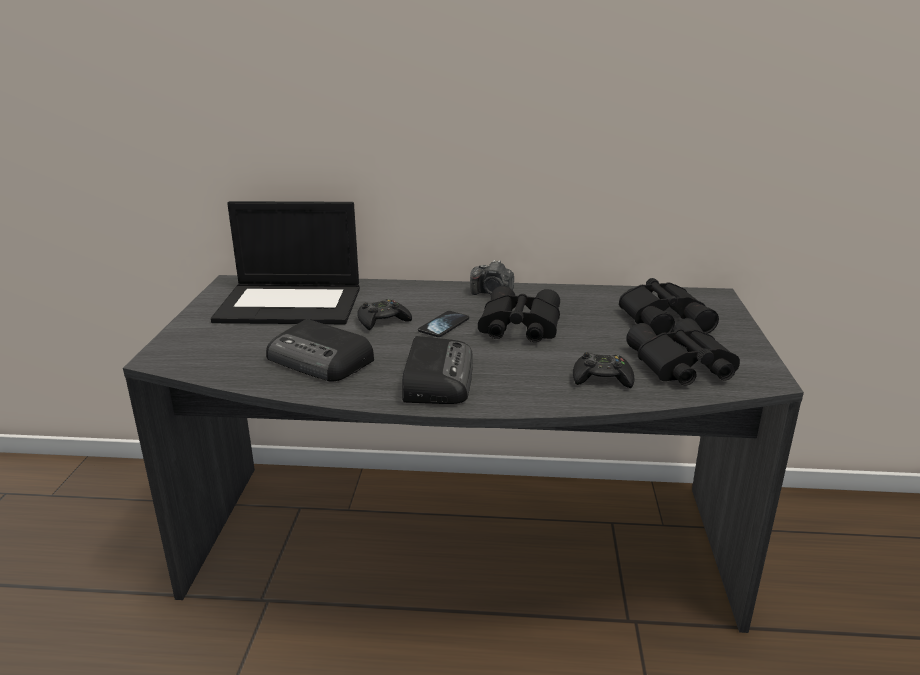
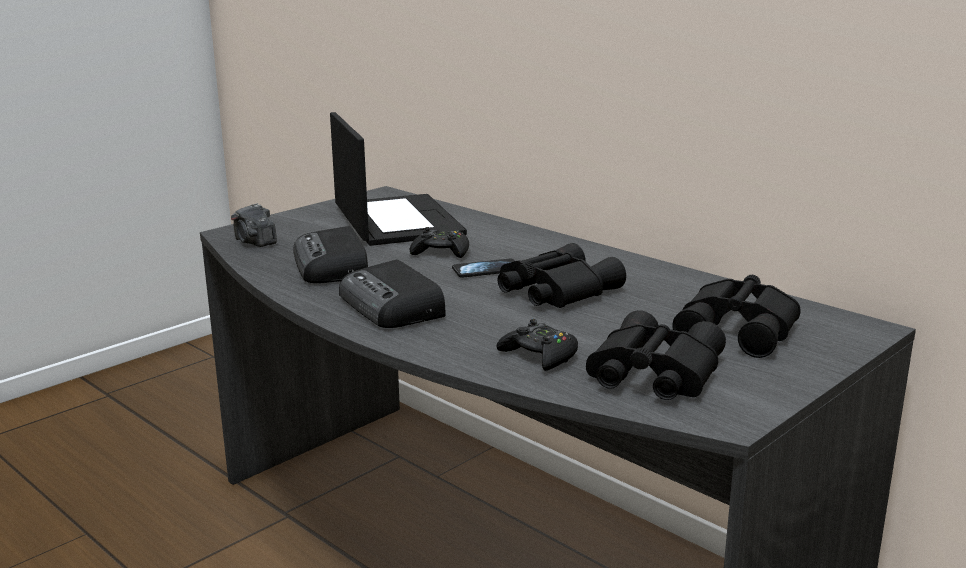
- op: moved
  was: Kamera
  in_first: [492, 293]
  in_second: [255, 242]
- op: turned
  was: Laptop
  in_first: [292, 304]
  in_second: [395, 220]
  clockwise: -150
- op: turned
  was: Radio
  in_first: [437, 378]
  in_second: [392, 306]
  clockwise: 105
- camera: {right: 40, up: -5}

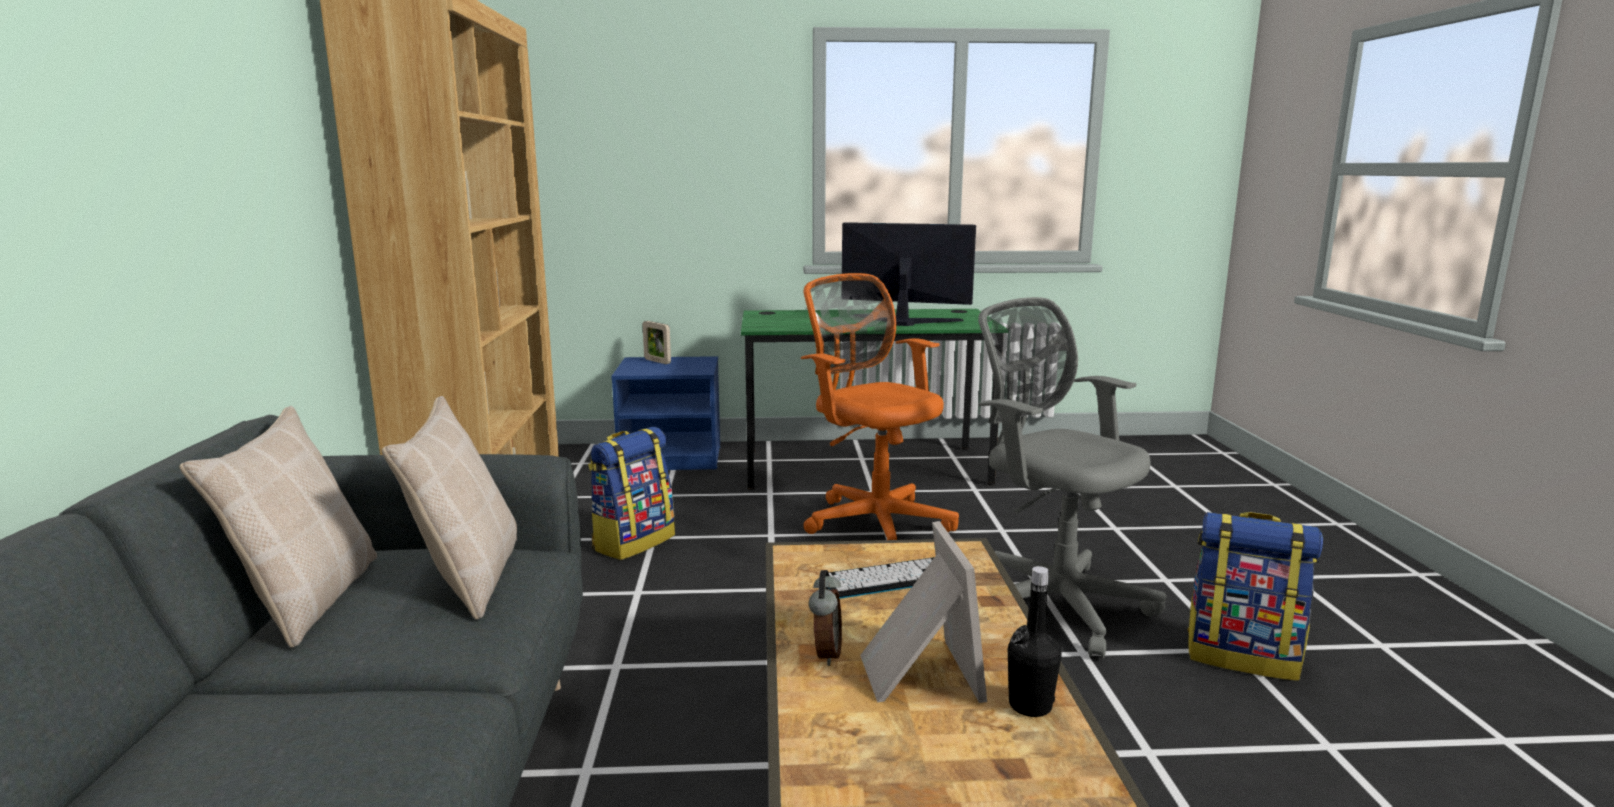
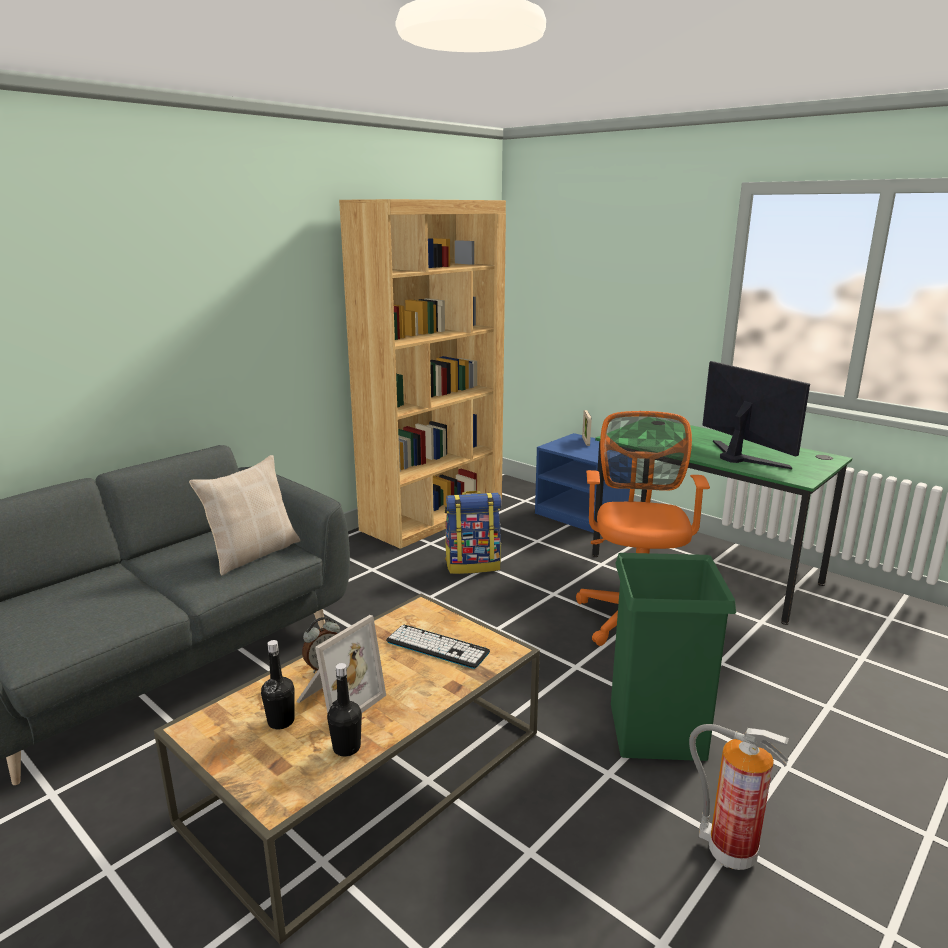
- op: removed
  was: Kissen (beige)
  in_first: [307, 600]
- op: added
  now: Flasche (schwarz)
  in_second: [281, 721]
- op: replaced
  was: Bürostuhl (grau)
  now: Mülleimer (grün)
  in_first: [1053, 601]
  in_second: [657, 730]
- op: replaced
  was: Rucksack
  now: Feuerlöscher
  in_first: [1243, 656]
  in_second: [728, 852]
- camera: {right: 45, up: 5}

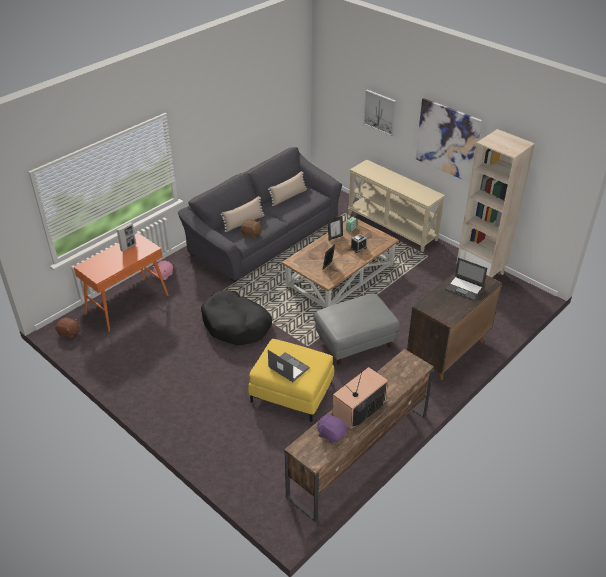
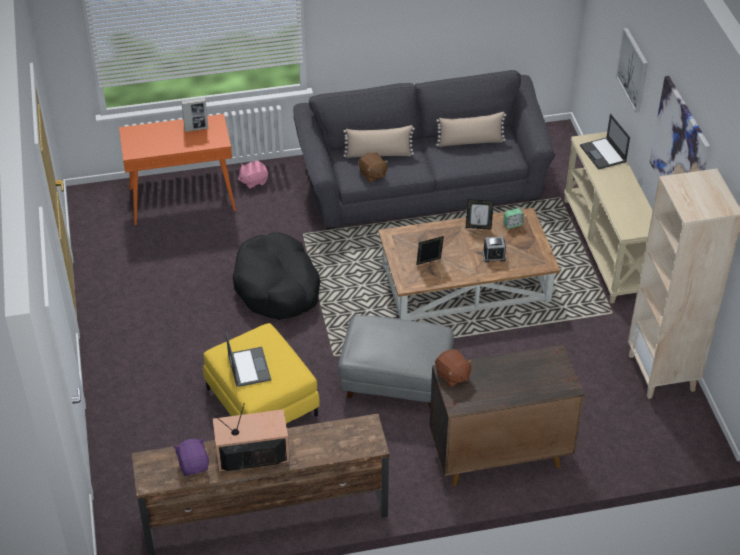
- op: moved
  was: Plüschtier (braun)
  in_first: [69, 333]
  in_second: [452, 375]
- op: moved
  was: Laptop
  in_first: [464, 288]
  in_second: [603, 154]
- camera: {right: 35, up: 5}

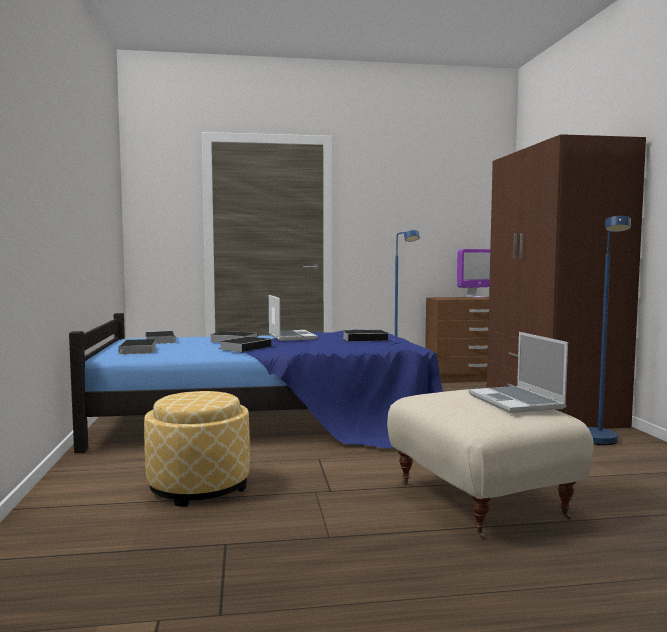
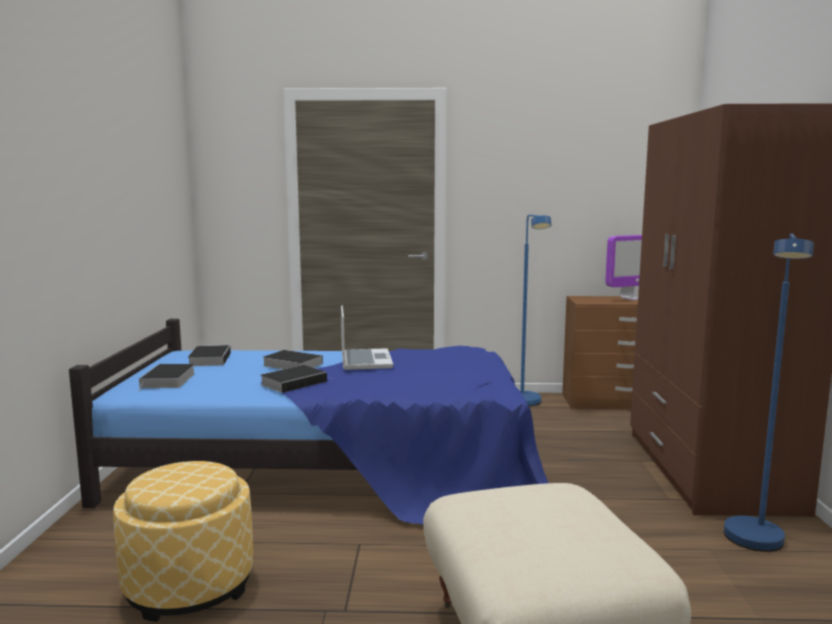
- op: removed
  was: Buch
  in_first: [366, 339]
- op: removed
  was: Laptop
  in_first: [517, 402]
- camera: {right: 10, up: 5}

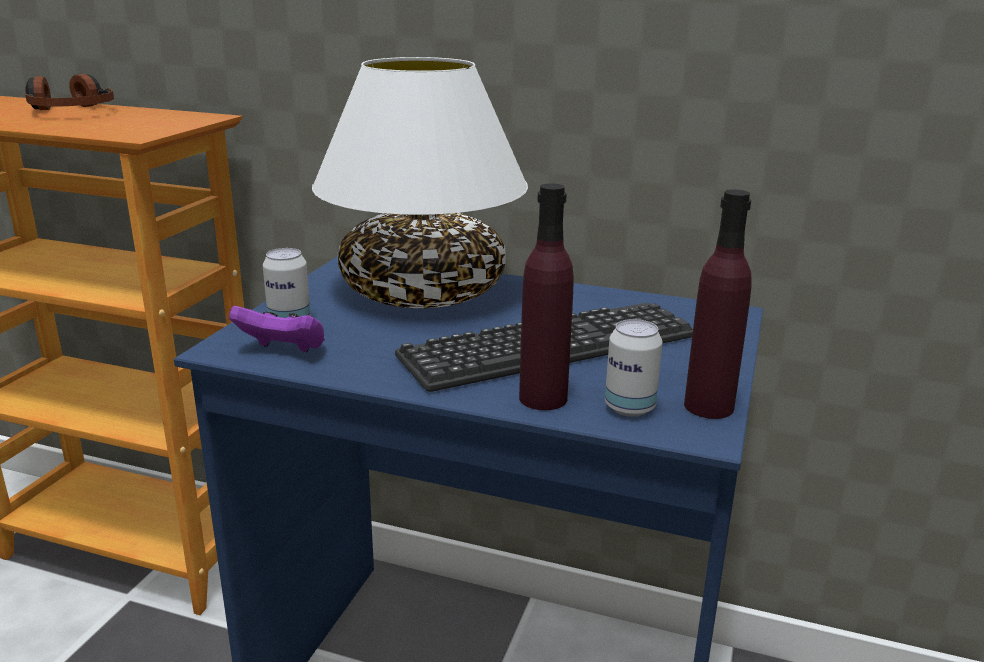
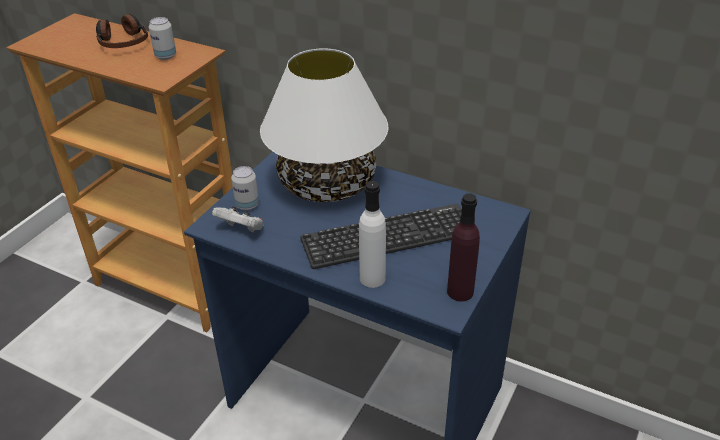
- op: moved
  was: Dose
  in_first: [629, 408]
  in_second: [165, 56]
- op: recoloured
  was: Gamepad (lila)
  now: Gamepad (weiß)
  in_first: [283, 350]
  in_second: [241, 229]
- op: recoloured
  was: Flasche (lila)
  now: Flasche (weiß)
  in_first: [543, 398]
  in_second: [372, 278]
- camera: {right: 10, up: 15}

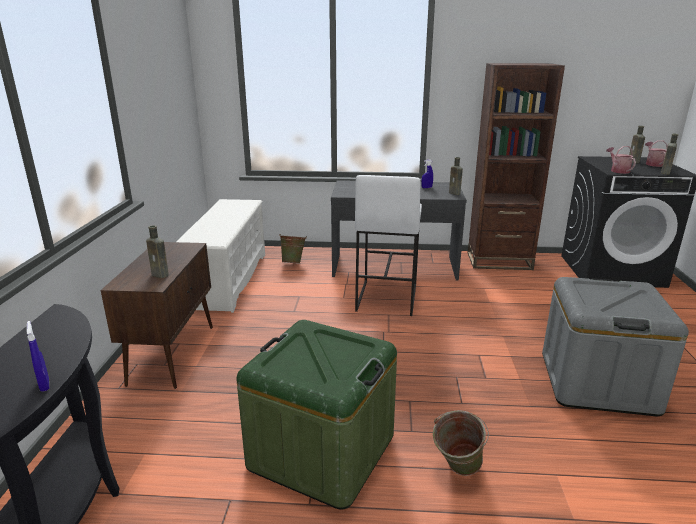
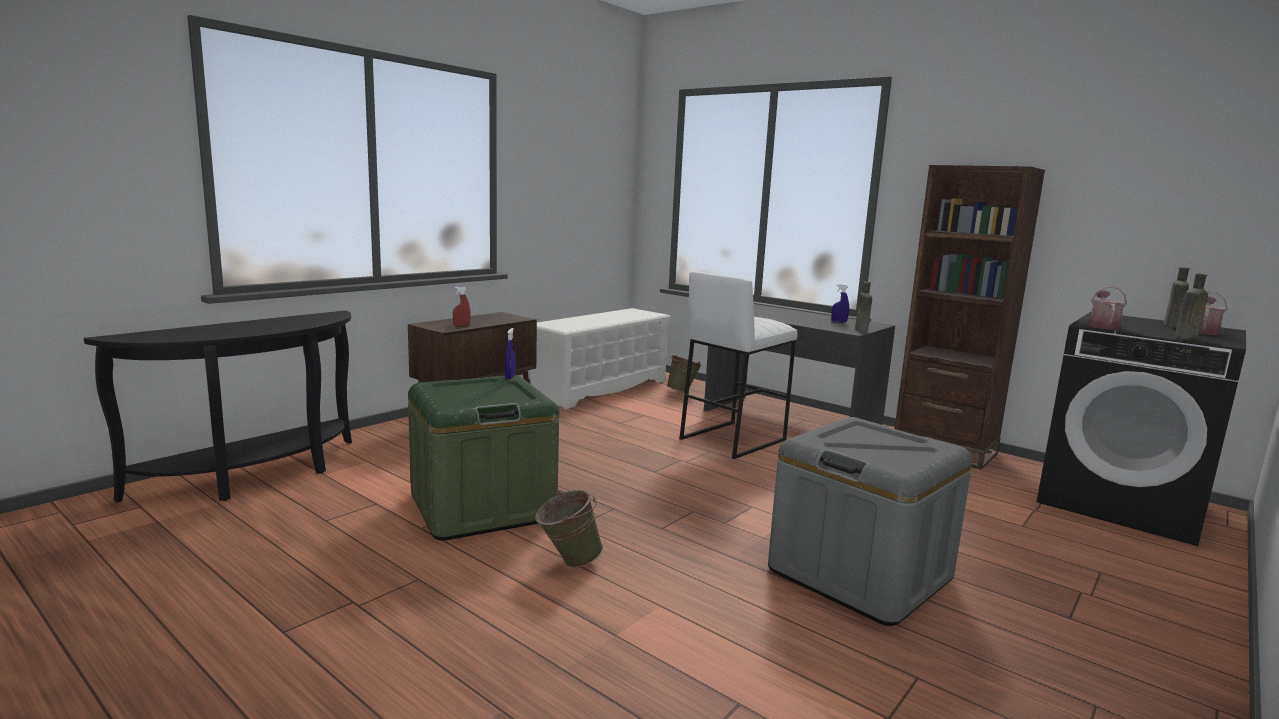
- op: moved
  was: Sprühflasche (blau)
  in_first: [44, 385]
  in_second: [510, 377]
- op: replaced
  was: Flasche (braun)
  now: Sprühflasche (rot)
  in_first: [161, 275]
  in_second: [461, 326]
- camera: {right: 35, up: -10}

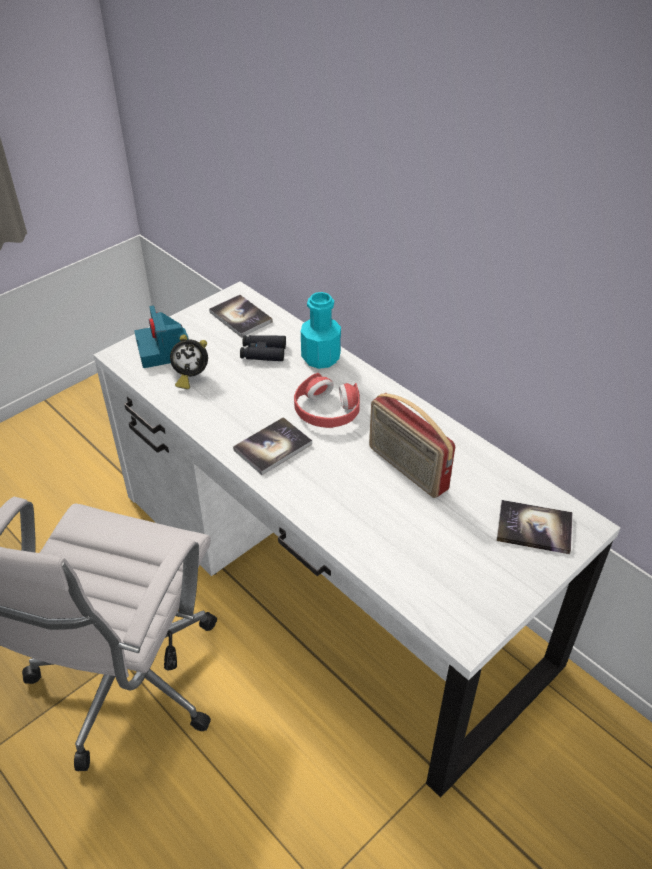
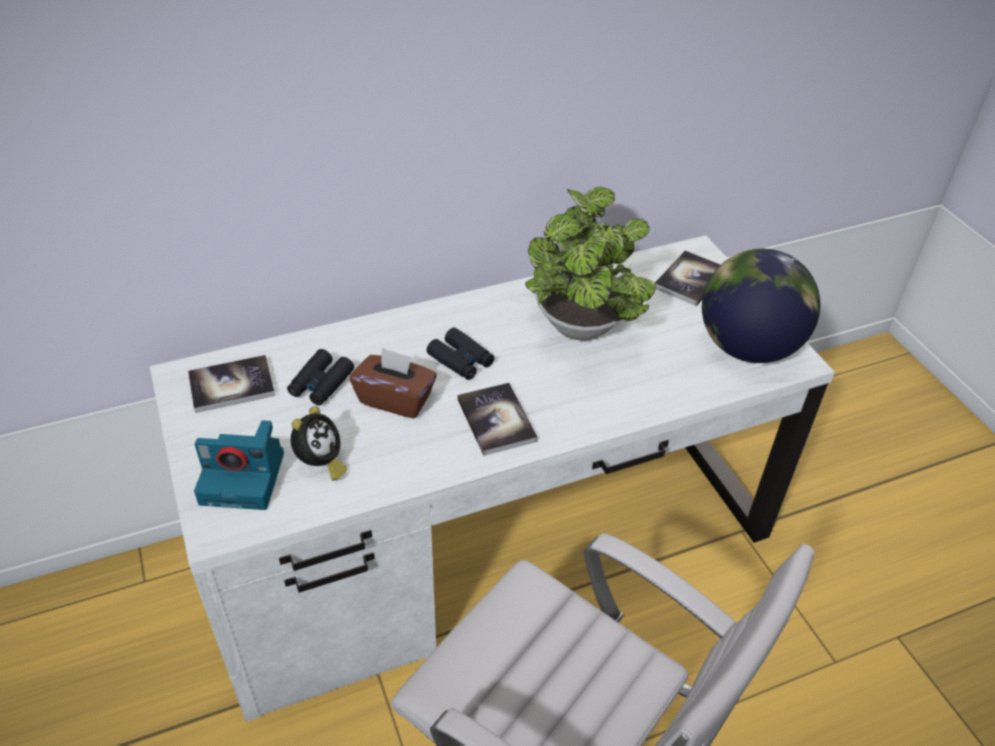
- op: removed
  was: Flasche (türkis)
  in_first: [321, 357]
- op: added
  now: Taschentuchbox (braun)
  in_second: [395, 399]
- op: added
  now: Globus
  in_second: [747, 347]
- op: replaced
  was: Kopfhörer (rot)
  now: Fernglas (schwarz)
  in_first: [326, 410]
  in_second: [461, 360]
- op: replaced
  was: Radio
  now: Topfpflanze
  in_first: [406, 469]
  in_second: [581, 330]
- camera: {right: -70, up: 0}

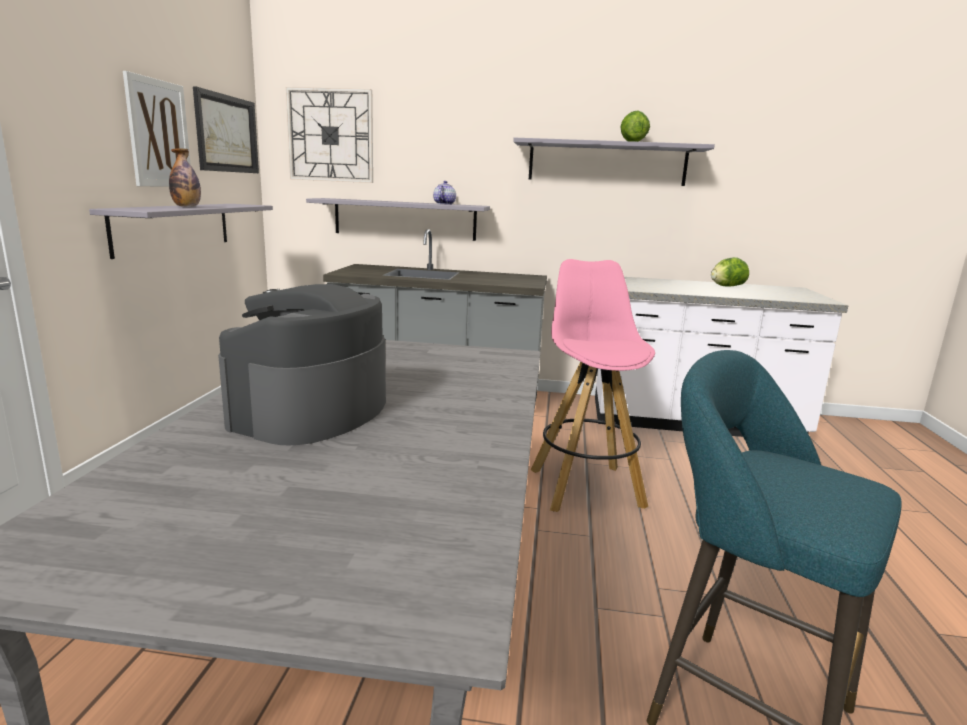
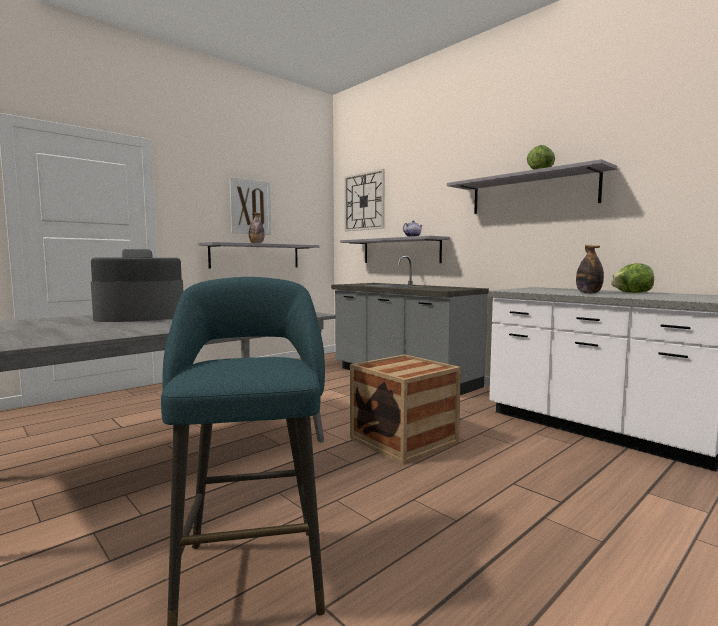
- op: removed
  was: Bild
  in_first: [227, 134]
- op: added
  now: Flasche
  in_second: [588, 293]
- op: replaced
  was: Hocker (rosa)
  now: Kiste
  in_first: [585, 487]
  in_second: [403, 440]
- camera: {right: 40, up: -10}

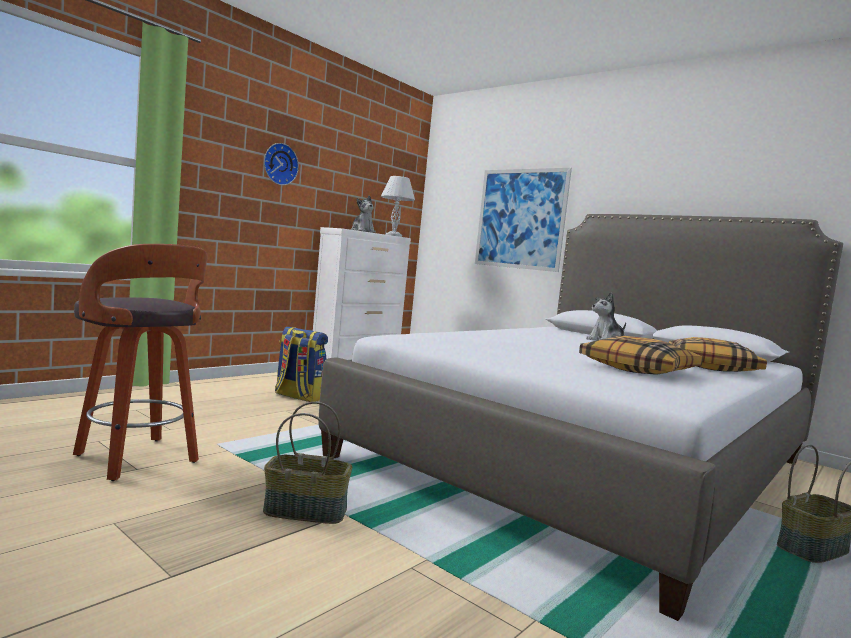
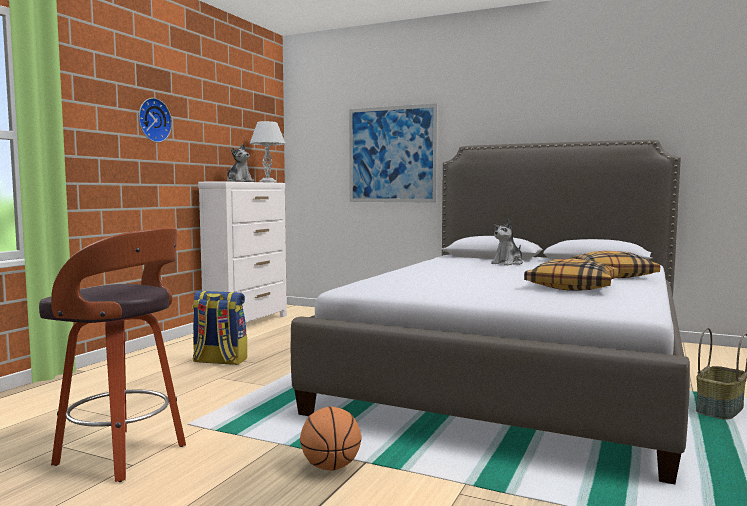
- op: replaced
  was: Korb
  now: Basketball
  in_first: [306, 511]
  in_second: [331, 467]
- camera: {right: -15, up: 0}

